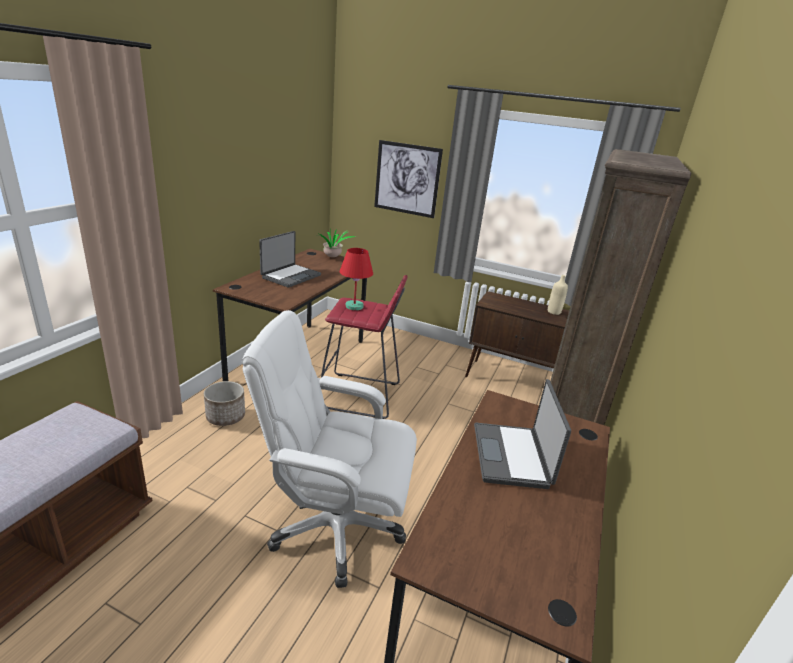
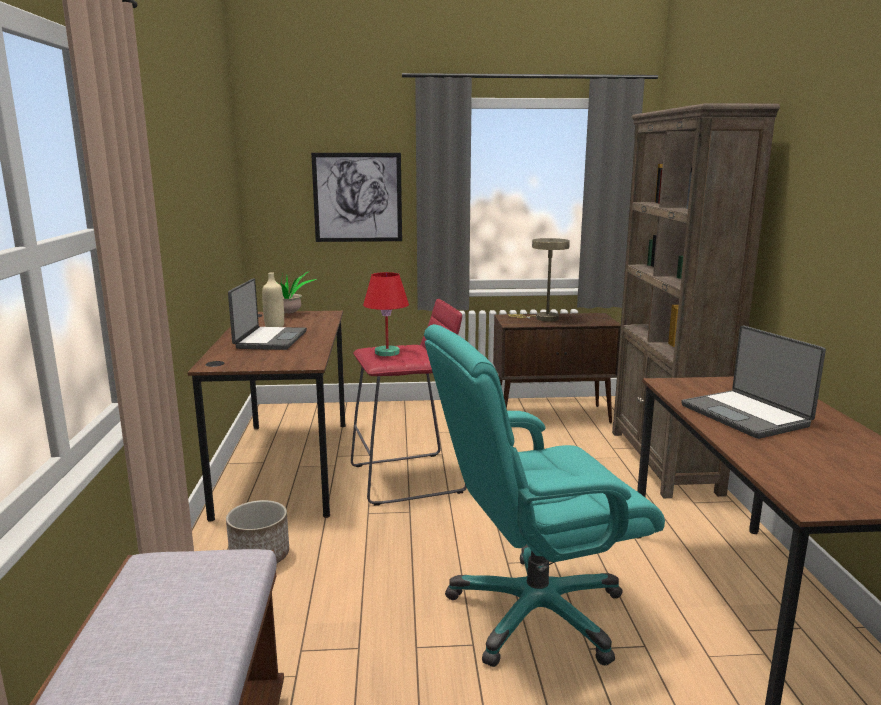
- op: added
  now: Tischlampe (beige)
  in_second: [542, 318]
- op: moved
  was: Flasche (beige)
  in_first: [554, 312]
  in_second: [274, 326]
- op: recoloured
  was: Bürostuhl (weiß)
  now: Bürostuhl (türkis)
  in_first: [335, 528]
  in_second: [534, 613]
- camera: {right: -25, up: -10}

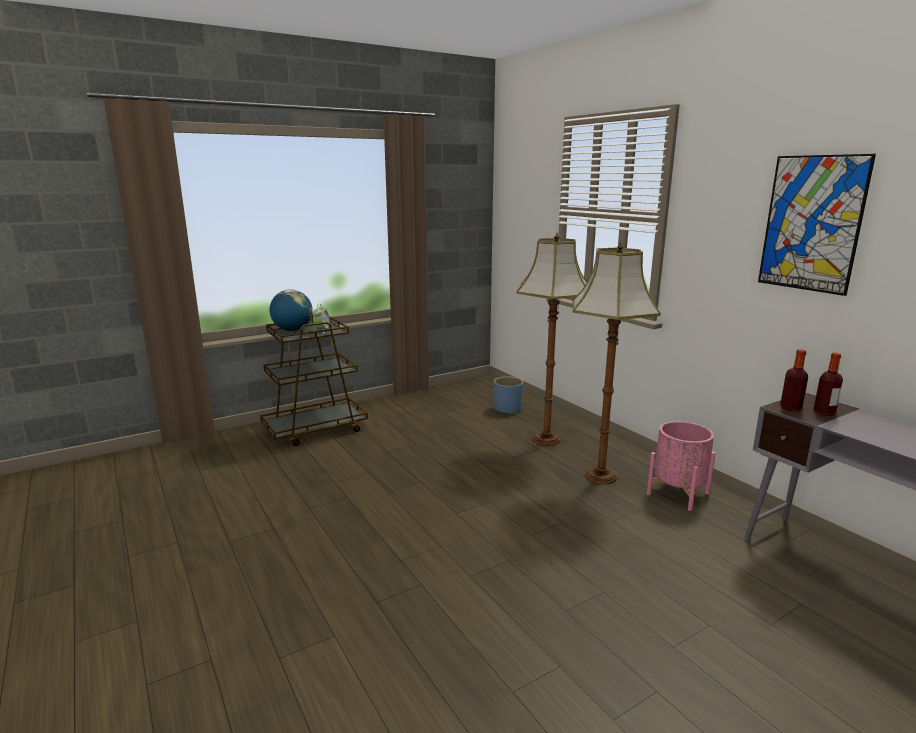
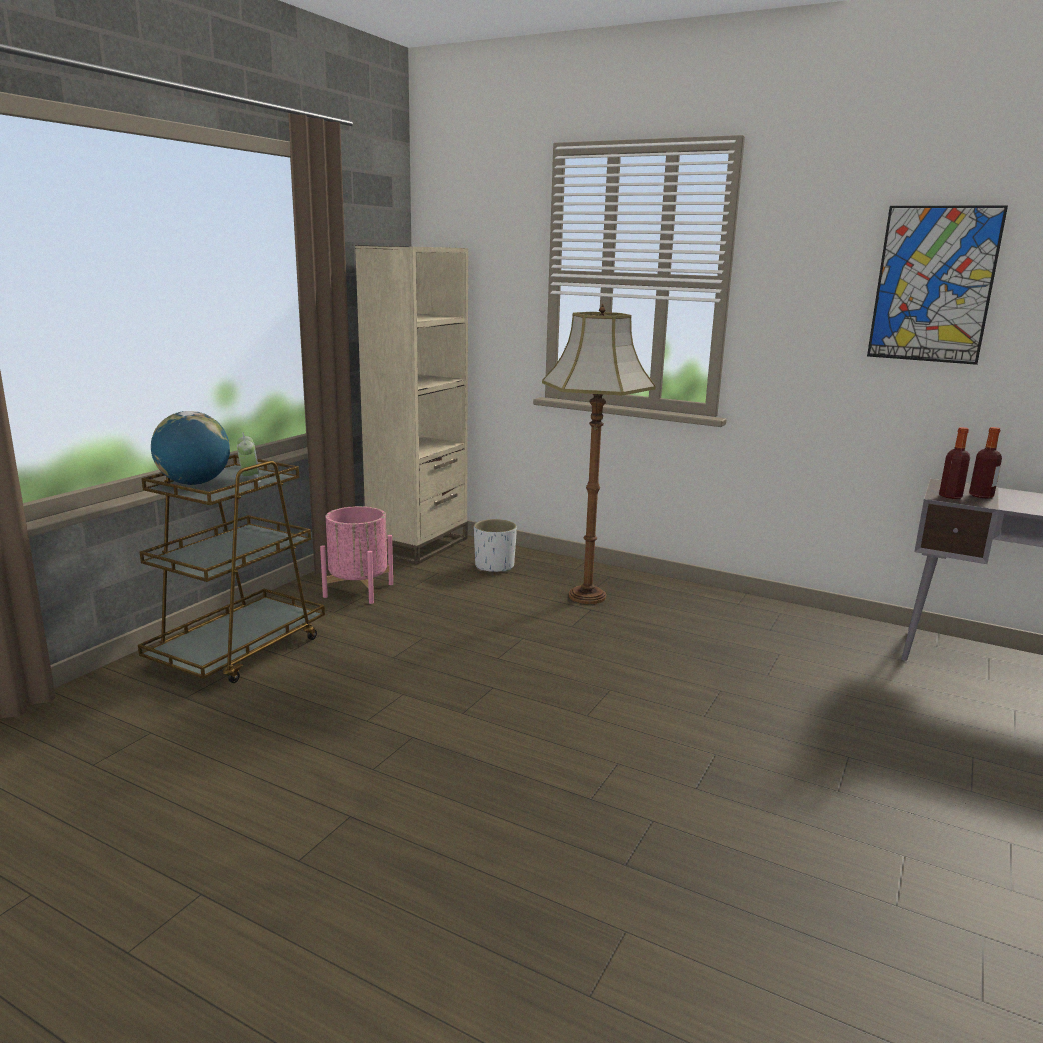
- op: removed
  was: Stehlampe
  in_first: [599, 476]
- op: added
  now: Bücherregal (beige)
  in_second: [418, 545]
- op: moved
  was: Pflanzkübel (rosa)
  in_first: [678, 493]
  in_second: [358, 590]
- op: recoloured
  was: Pflanzkübel (blau)
  now: Pflanzkübel (weiß)
  in_first: [507, 409]
  in_second: [495, 566]
- camera: {right: -30, up: 0}

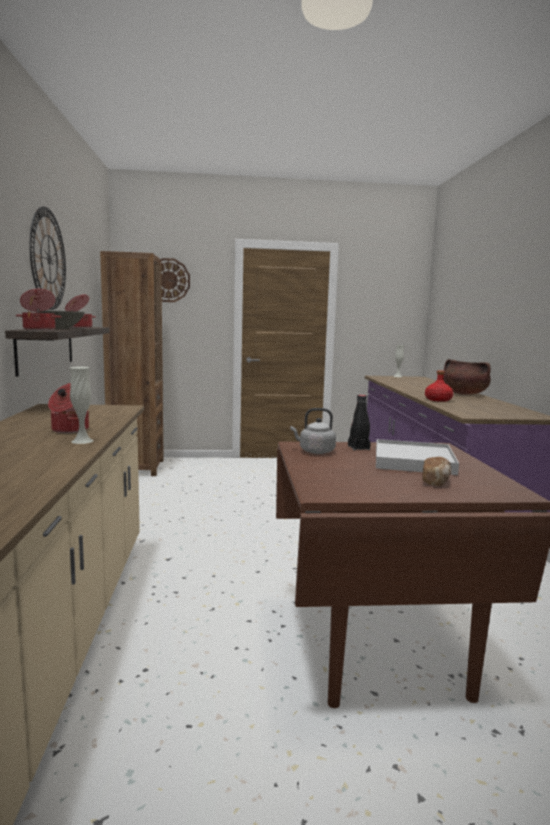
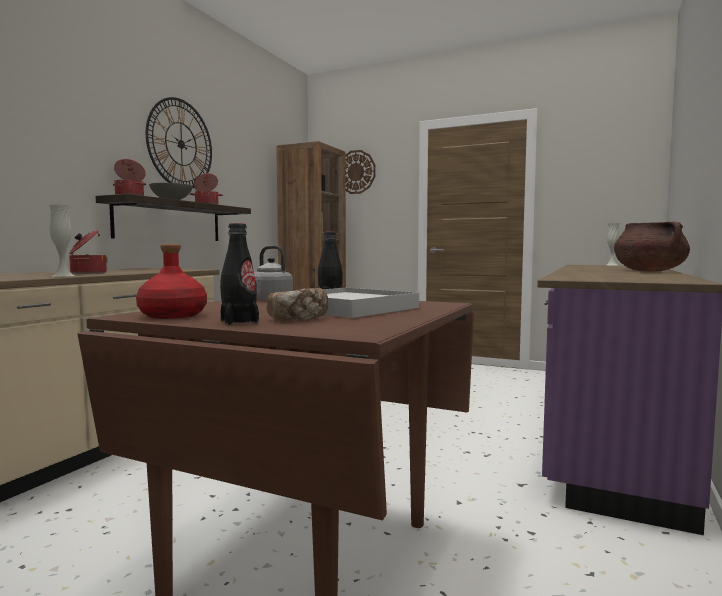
- op: added
  now: Flasche (schwarz)
  in_second: [239, 322]
- op: moved
  was: Flasche (rot)
  in_first: [438, 400]
  in_second: [172, 315]
- camera: {right: 30, up: -5}

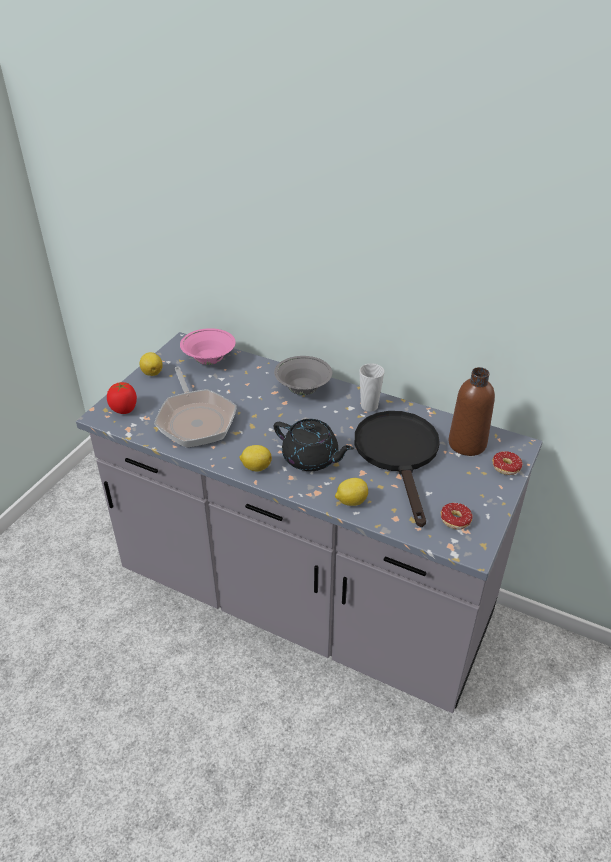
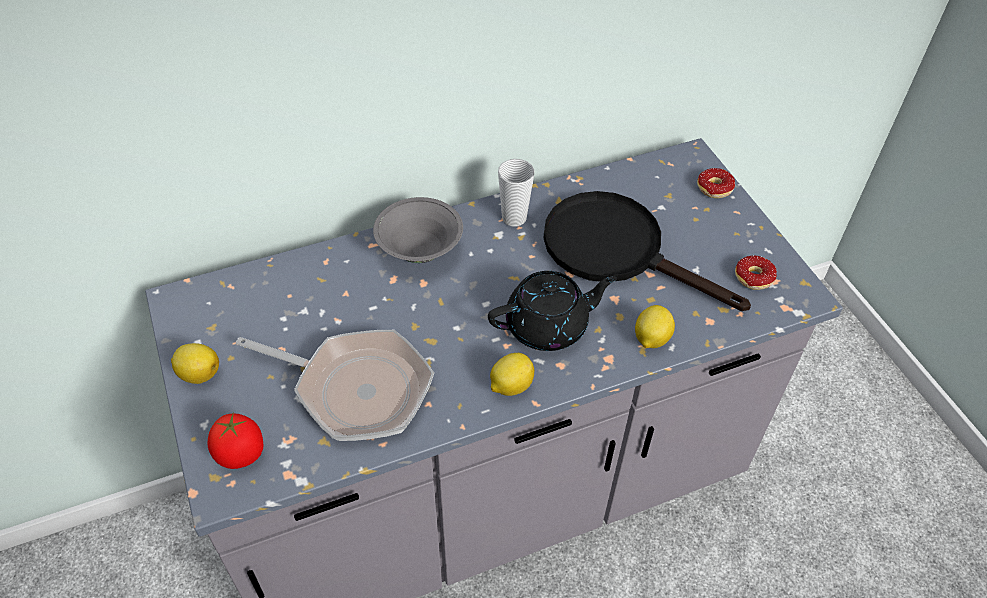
- op: removed
  was: Schüssel (rosa)
  in_first: [209, 360]
- op: removed
  was: Flasche (braun)
  in_first: [467, 444]
- camera: {right: -50, up: 10}

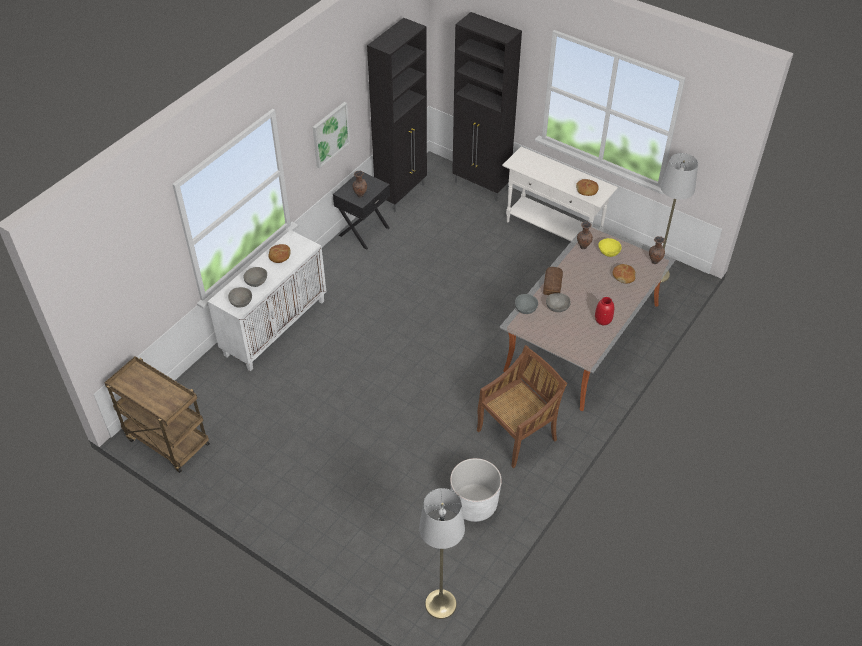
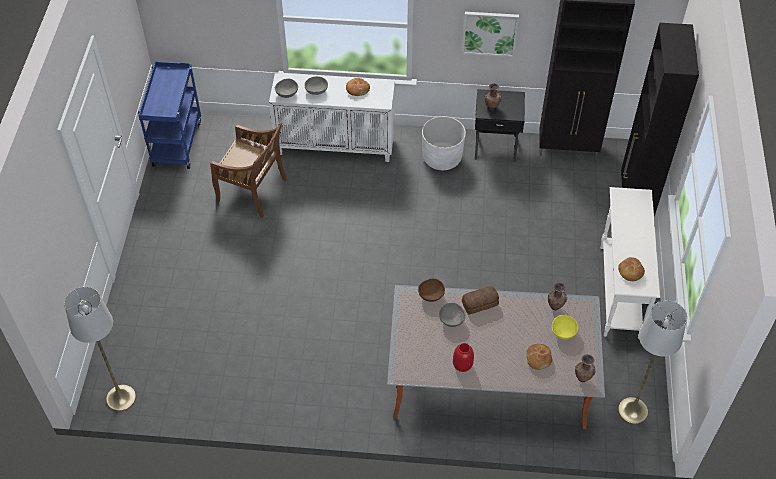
- op: moved
  was: Pflanzkübel (weiß)
  in_first: [474, 504]
  in_second: [442, 158]
- op: moved
  was: Stuhl (braun)
  in_first: [517, 434]
  in_second: [253, 191]
- op: recoloured
  was: Rollwagen (braun)
  now: Rollwagen (blau)
  in_first: [166, 441]
  in_second: [176, 142]
- op: recoloured
  was: Schüssel (grau)
  now: Schüssel (braun)
  in_first: [525, 309]
  in_second: [431, 295]
- camera: {right: 60, up: 5}

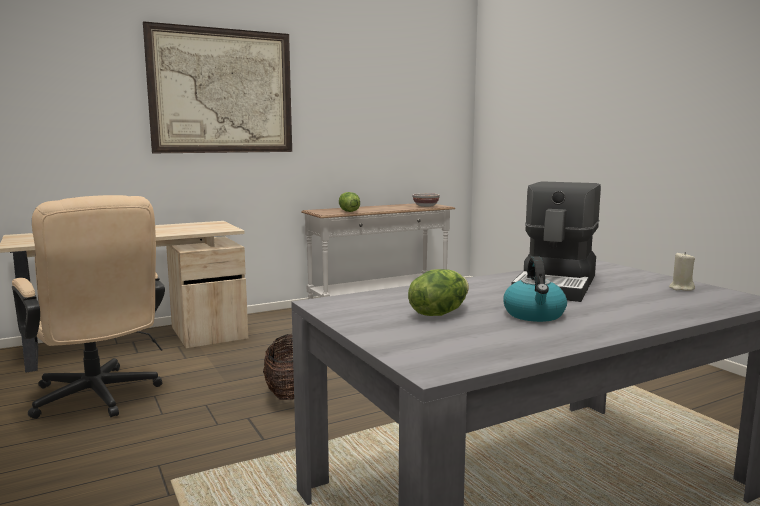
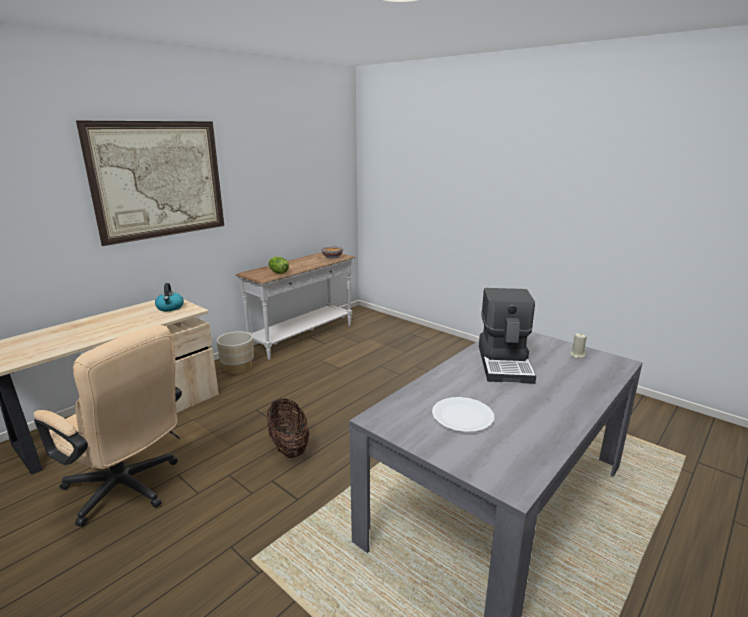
- op: added
  now: Pflanzkübel (beige)
  in_second: [238, 367]
- op: moved
  was: Wasserkessel
  in_first: [534, 315]
  in_second: [170, 308]
- op: replaced
  was: Salatkopf
  now: Teller (weiß)
  in_first: [438, 313]
  in_second: [462, 416]
- camera: {right: -20, up: 10}

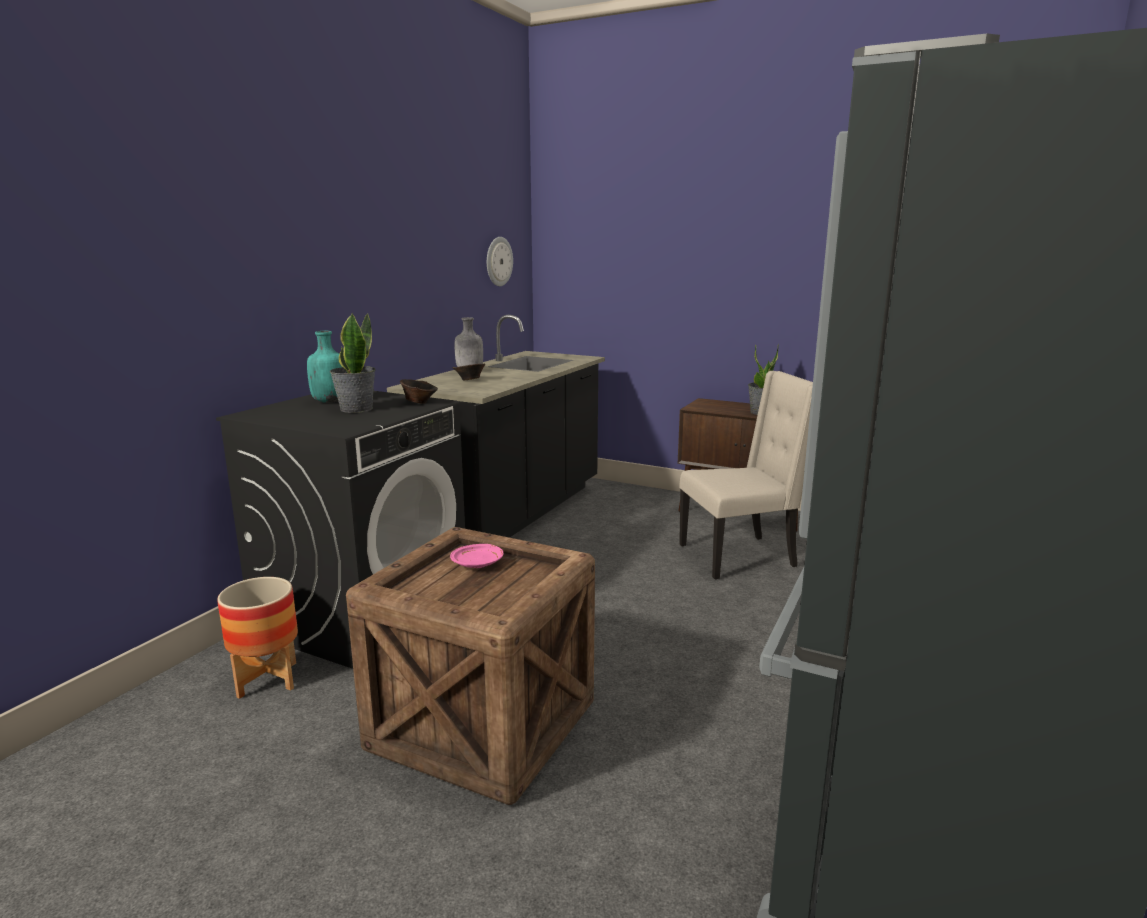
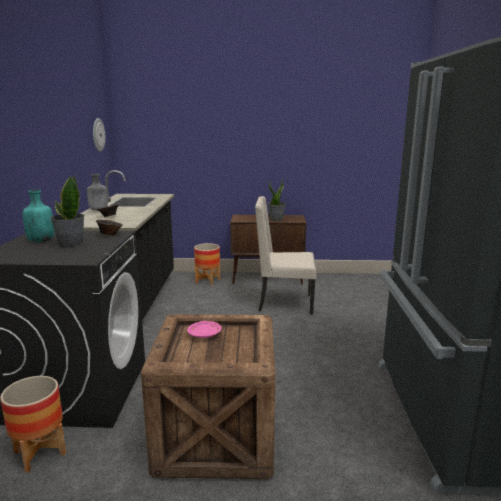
- op: added
  now: Pflanzkübel
  in_second: [208, 281]
- op: turned
  was: Stuhl (beige)
  in_first: [739, 556]
  in_second: [284, 303]
  clockwise: -135
- camera: {right: -25, up: 0}

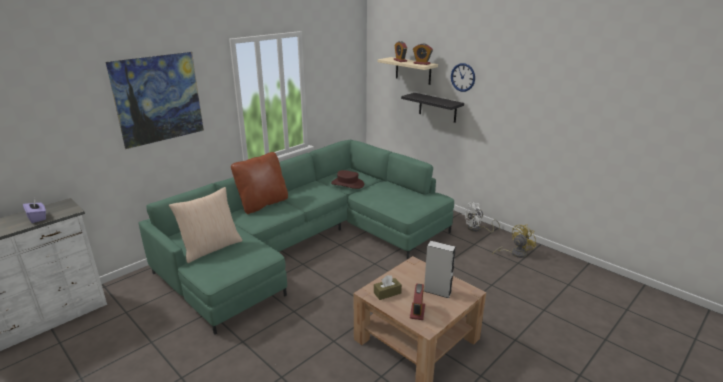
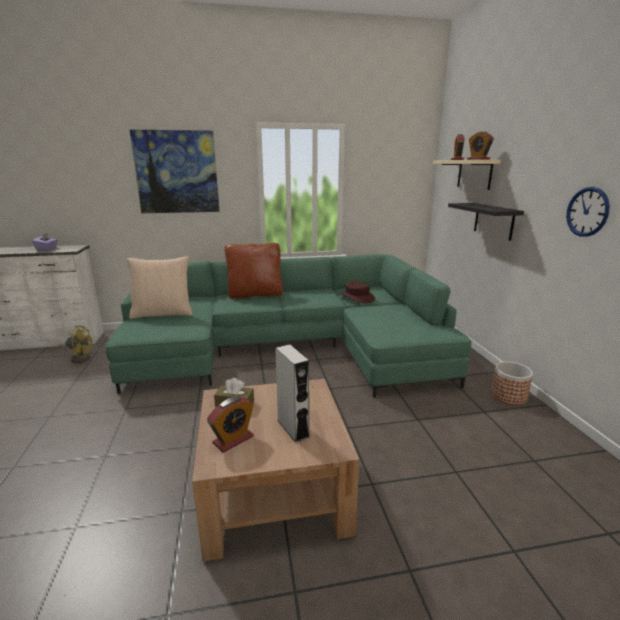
- op: moved
  was: Wanduhr
  in_first: [463, 77]
  in_second: [587, 212]
- op: moved
  was: Ventilator (gelb)
  in_first: [515, 253]
  in_second: [79, 358]
- op: replaced
  was: Ventilator (weiß)
  now: Pflanzkübel
  in_first: [477, 229]
  in_second: [508, 396]
- camera: {right: 35, up: -5}

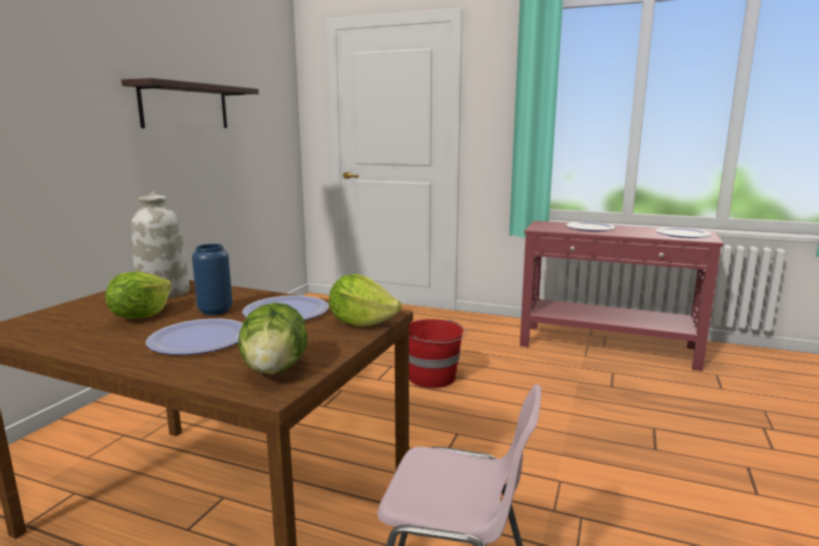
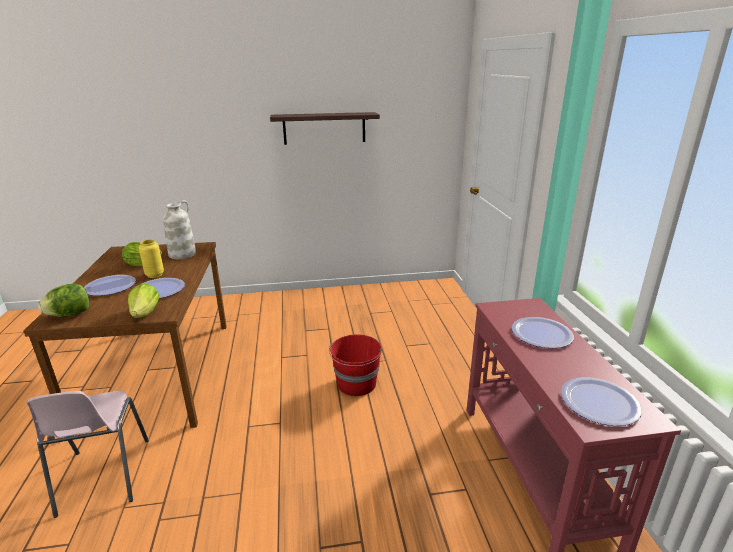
- op: recoloured
  was: Vase (blau)
  now: Vase (gelb)
  in_first: [215, 311]
  in_second: [155, 275]
- camera: {right: 60, up: 10}

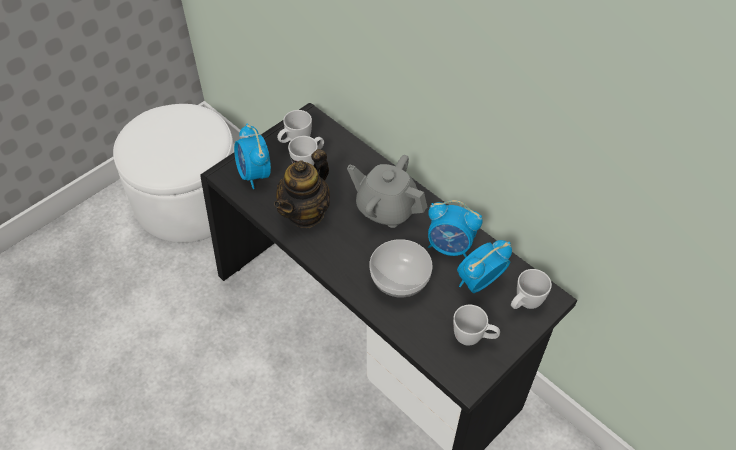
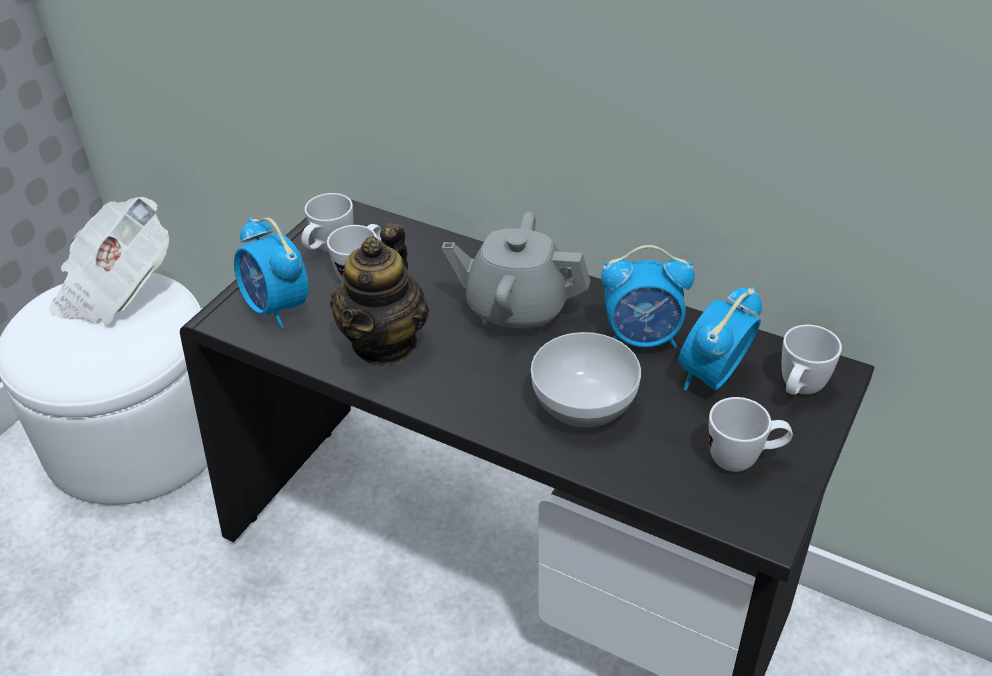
- op: added
  now: Zeitung
  in_second: [115, 289]
- camera: {right: -15, up: -10}

